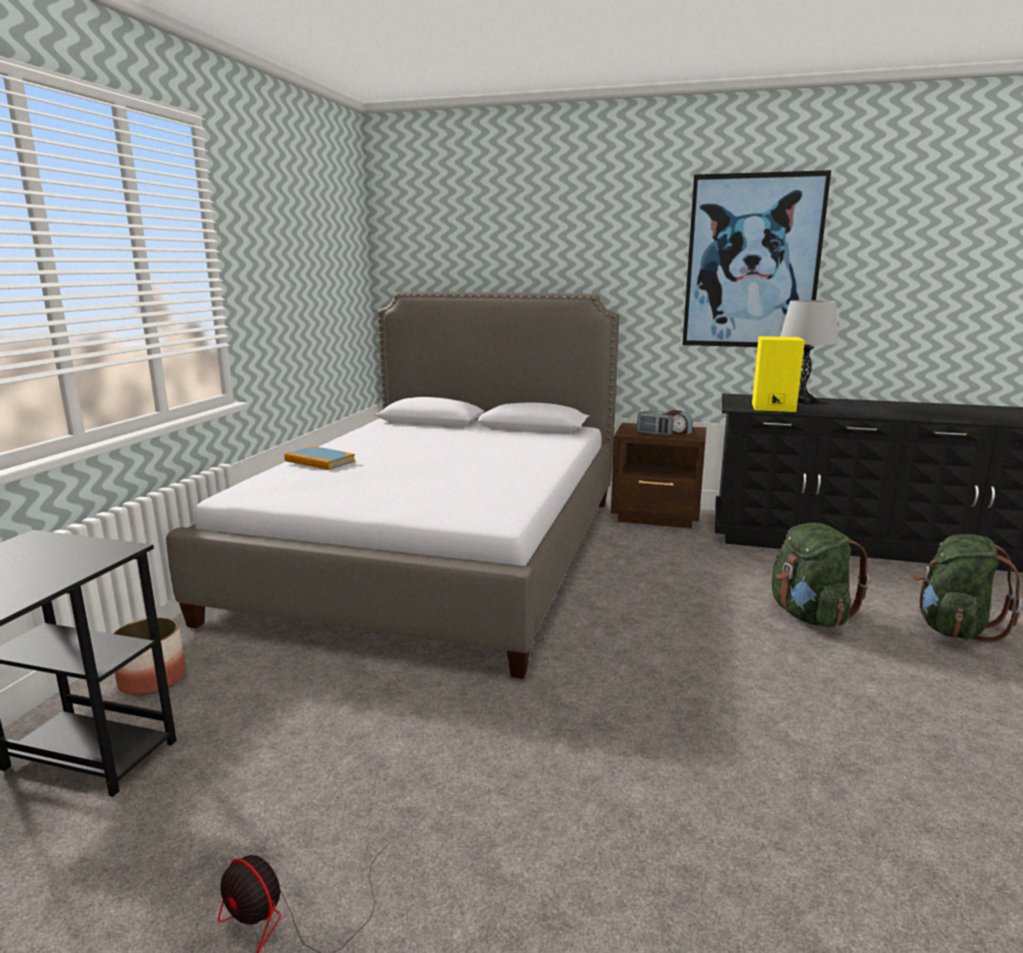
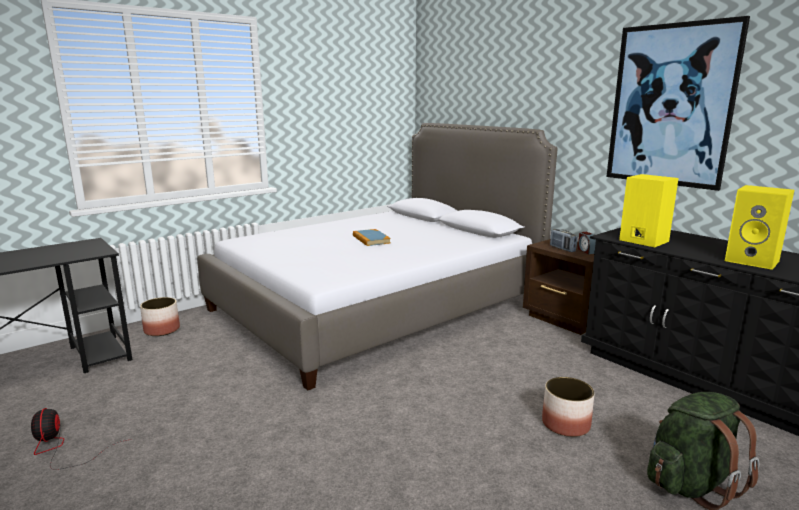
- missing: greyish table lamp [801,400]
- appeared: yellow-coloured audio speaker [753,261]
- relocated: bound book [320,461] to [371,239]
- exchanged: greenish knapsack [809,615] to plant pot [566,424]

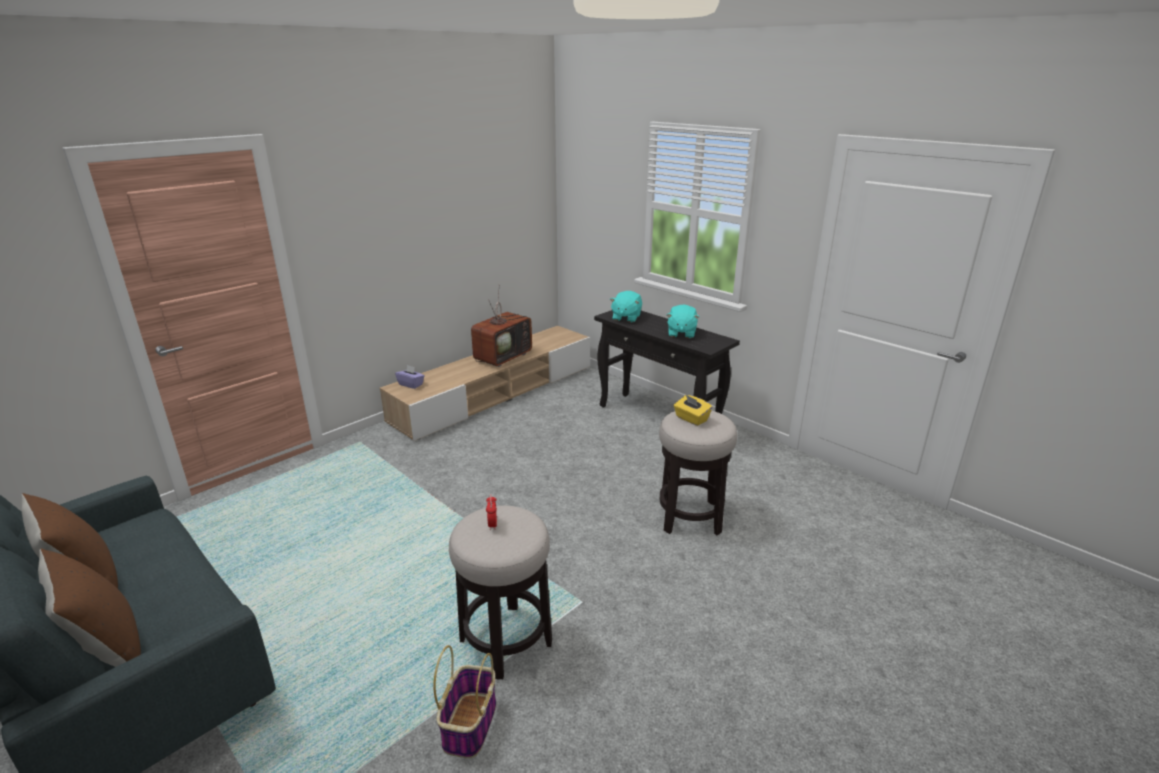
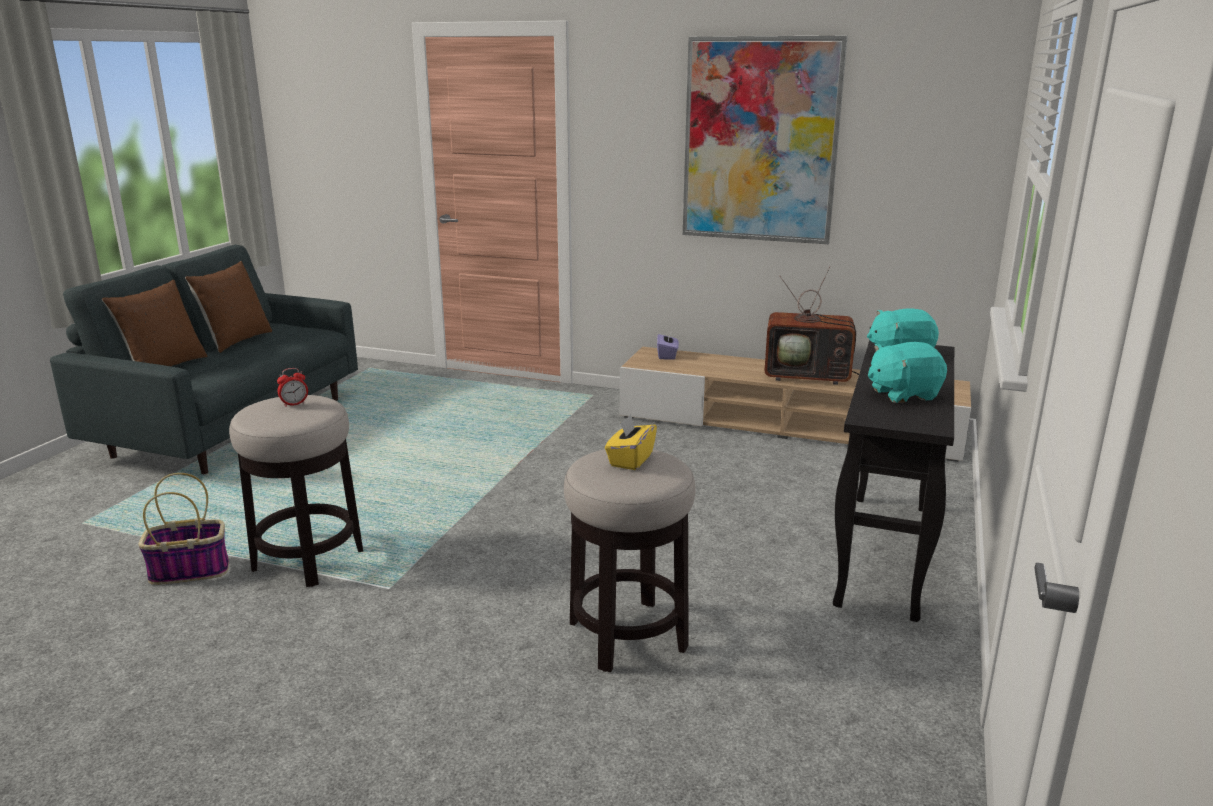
- appeared: wall picture [760,141]

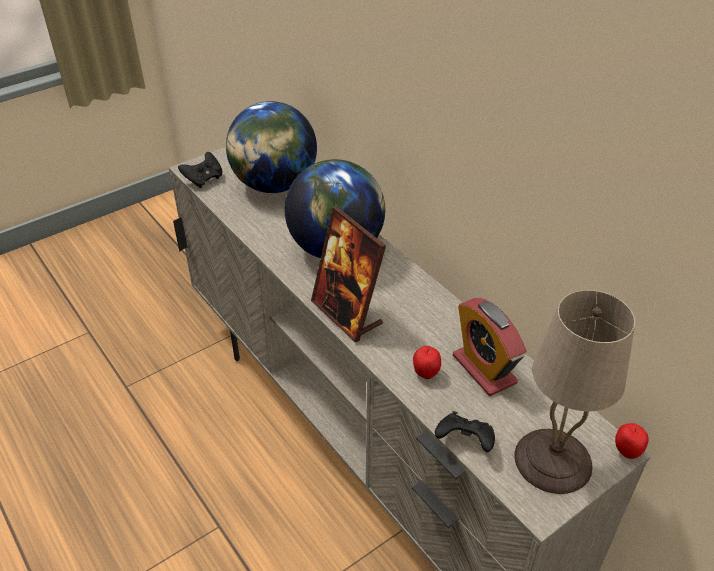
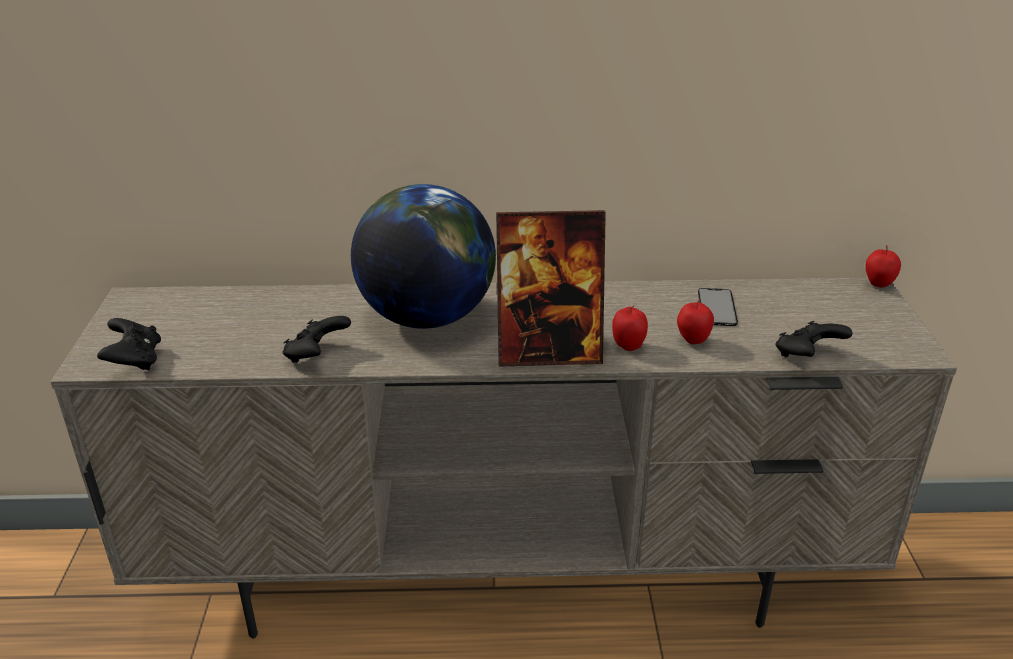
- missing: desk globe [274,185]
- missing: beige-coloured table lamp [551,461]
- appeared: black gamepad [316,355]
- appeared: apple fruit [628,346]
- exchanged: table clock [484,369] to telephone [717,307]

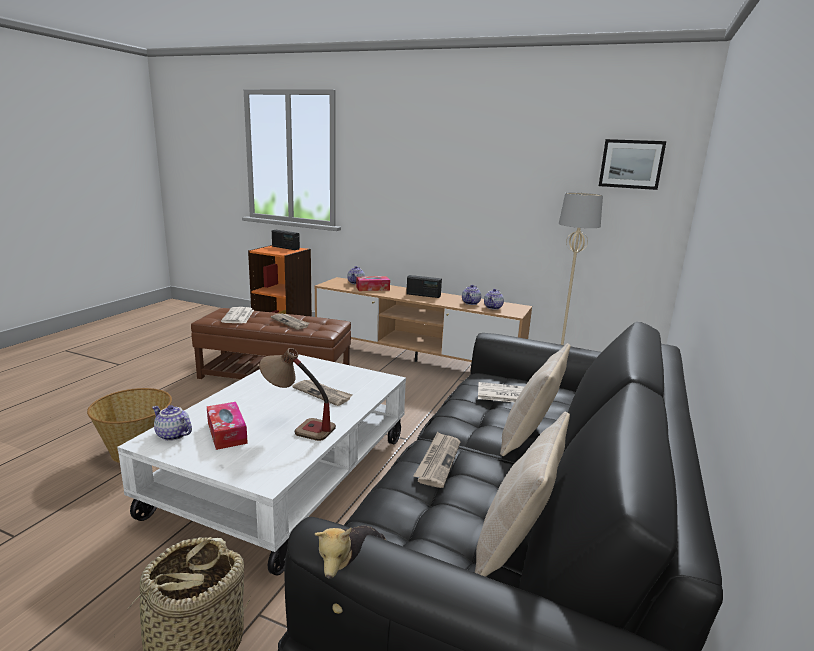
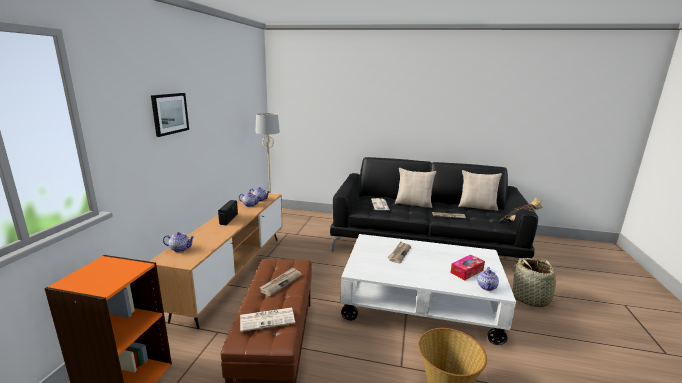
- missing: table lamp [297,427]
- missing: radio [285,248]
- missing: tissue holder [372,288]
- relocated: wall picture [631,164] to [170,113]

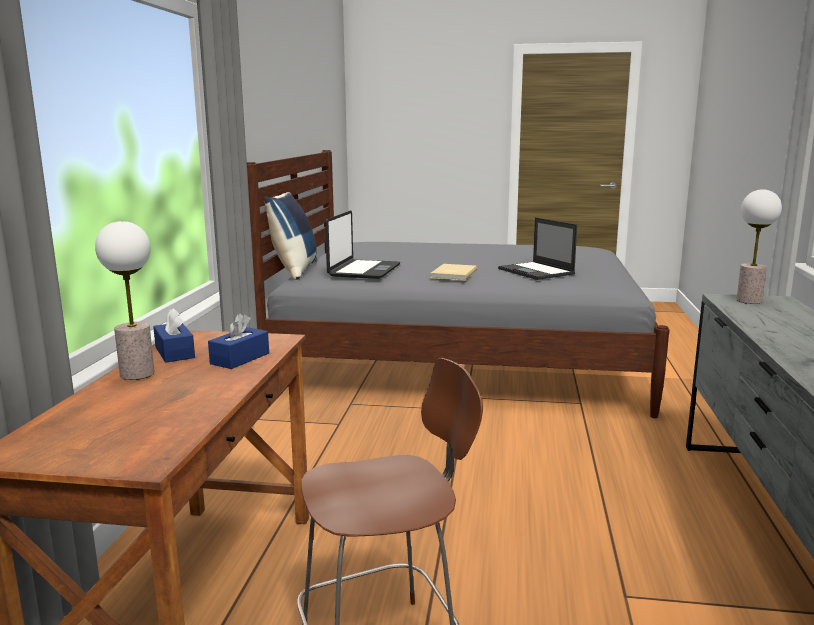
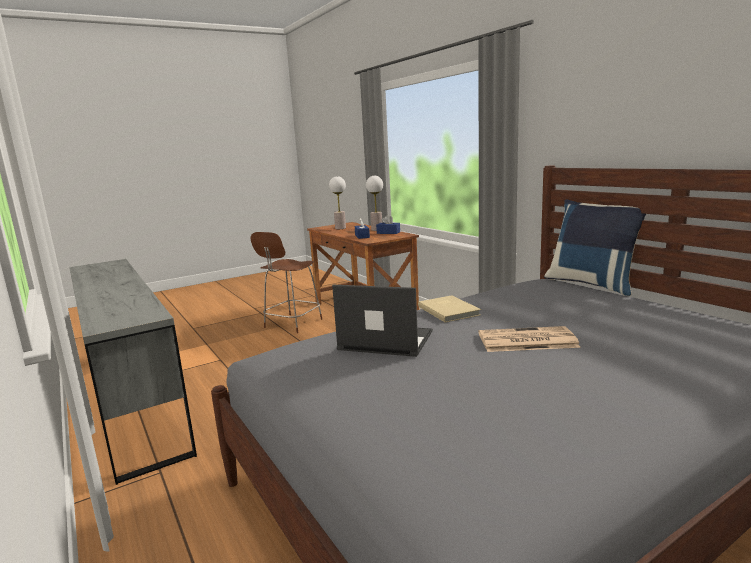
- missing: laptop [363,270]
- appeared: newspaper [525,341]
- relocated: table lamp [749,301] to [340,228]

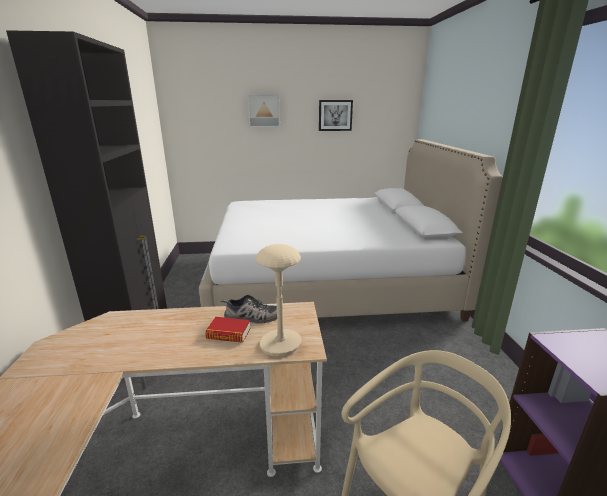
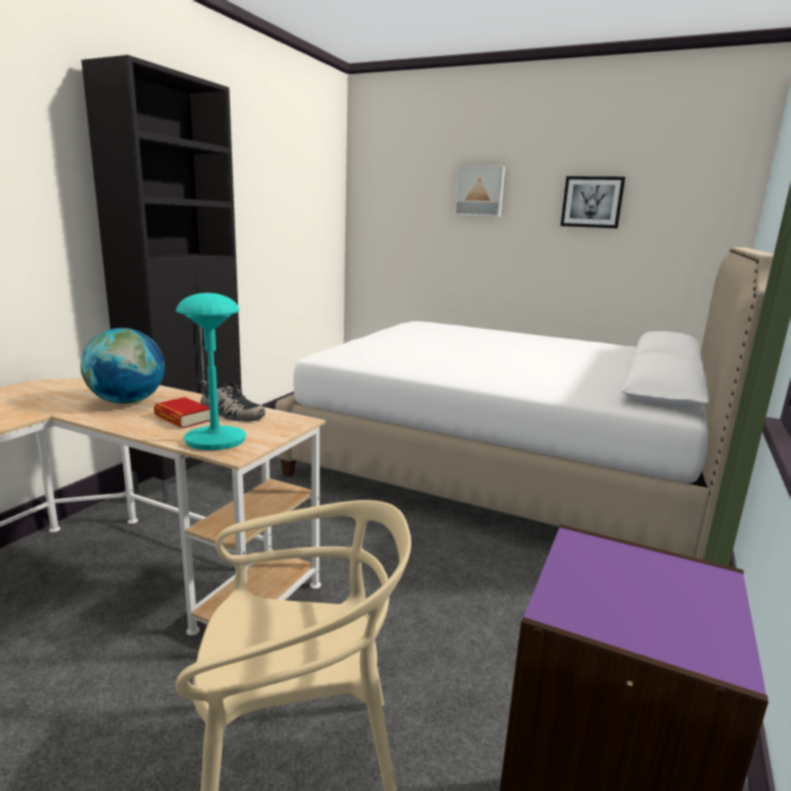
- appeared: desk globe [127,402]
- colour: beige-coloured table lamp [280,344] to turquoise table lamp [215,440]

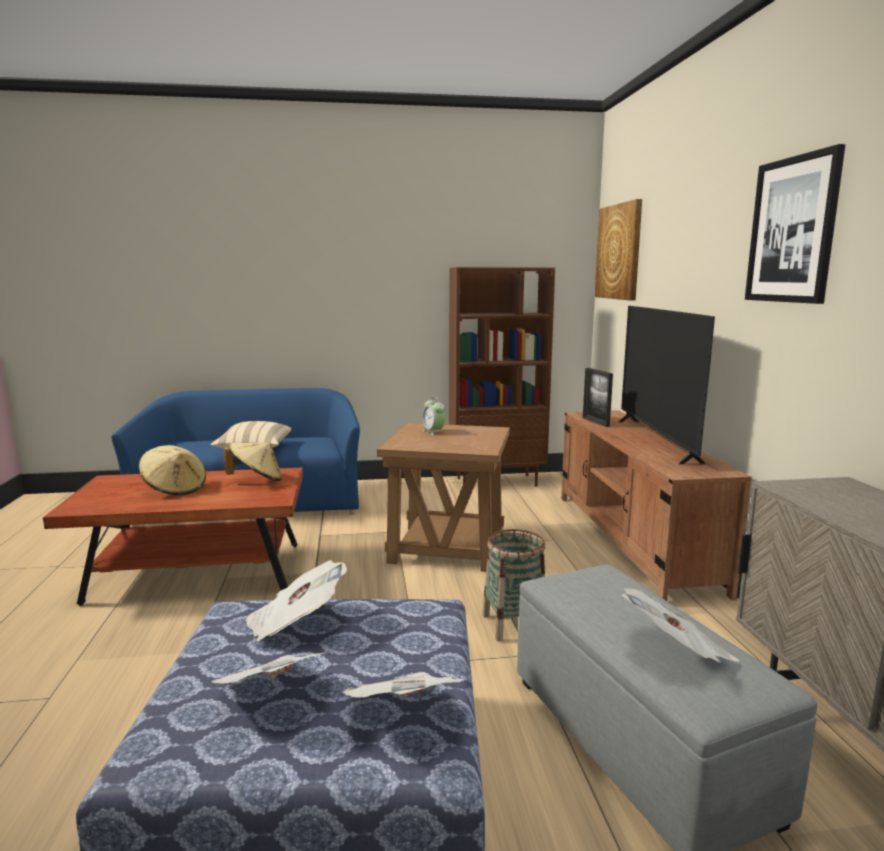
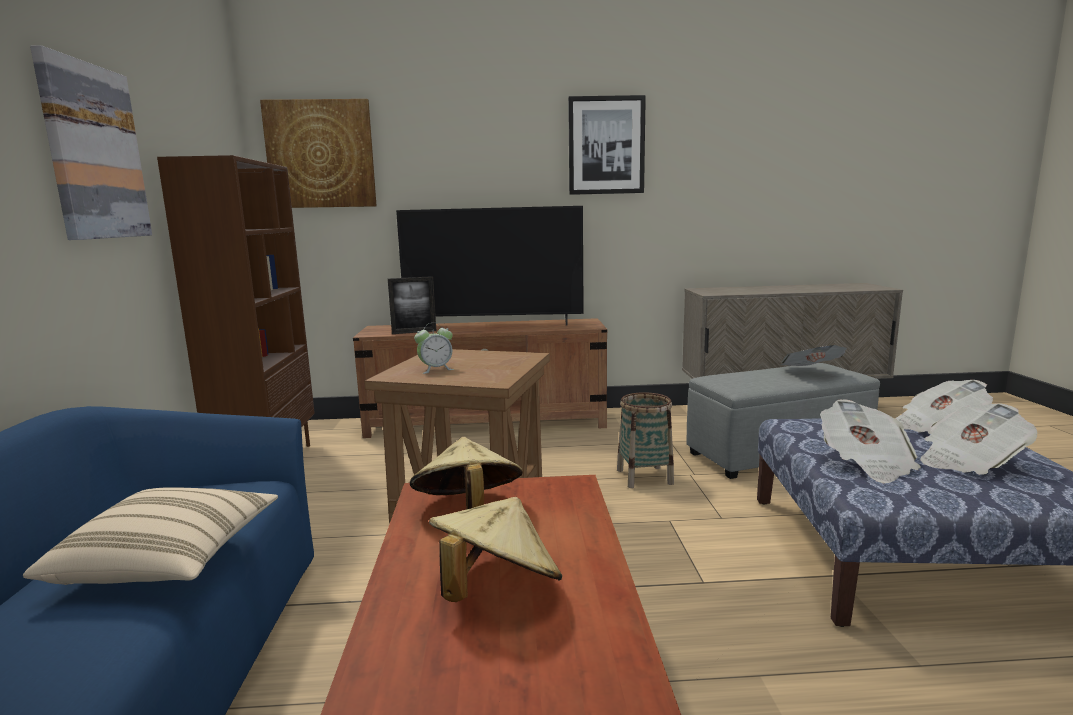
- appeared: wall picture [93,152]

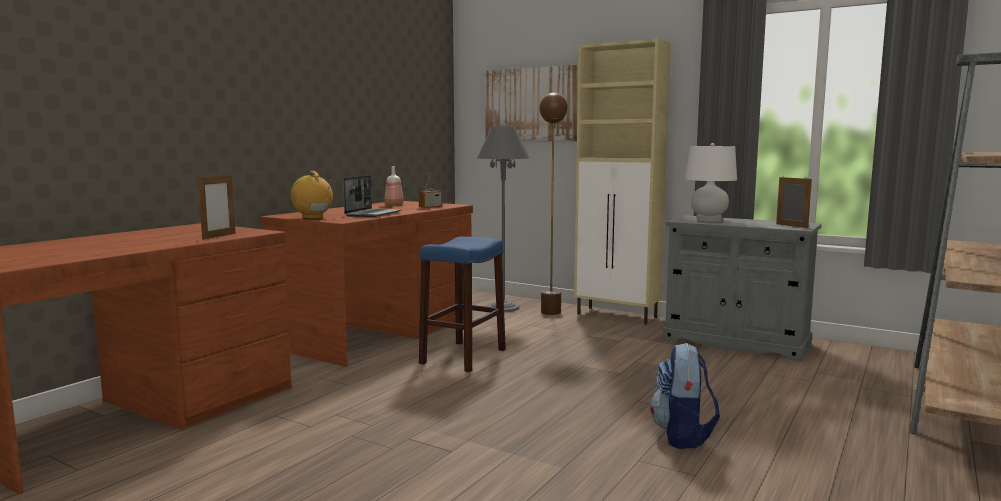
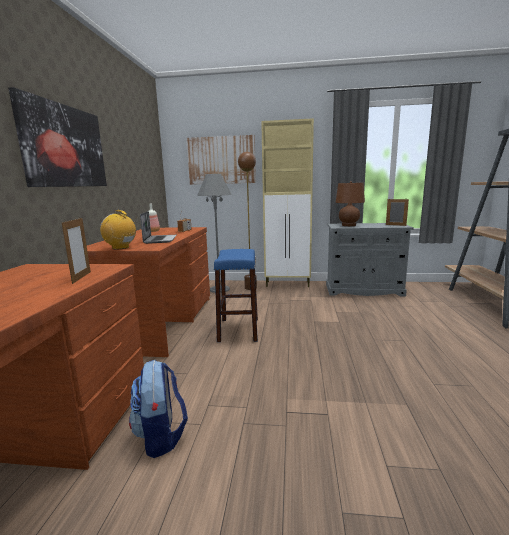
- appeared: wall picture [65,146]
- relocated: knapsack [683,436] to [161,436]
- colour: white table lamp [708,220] to brown table lamp [348,225]

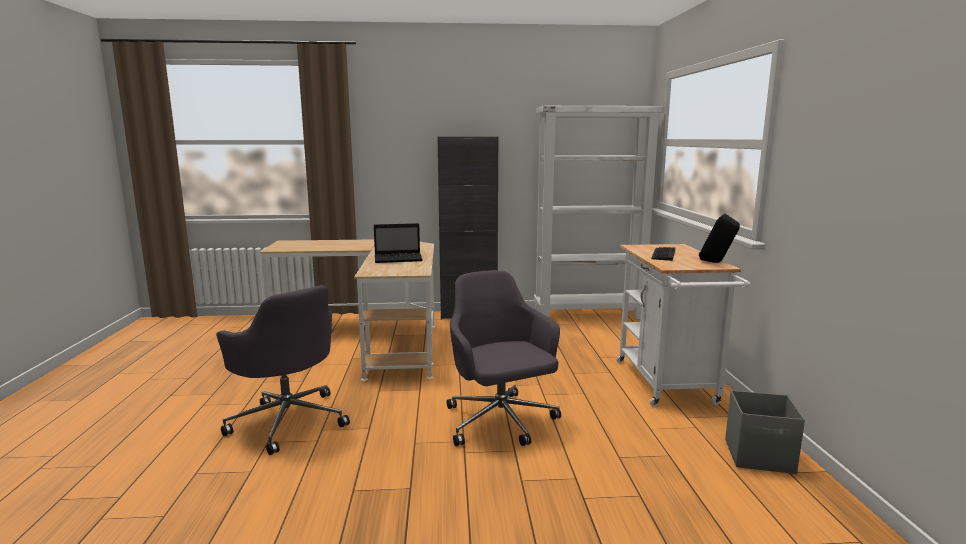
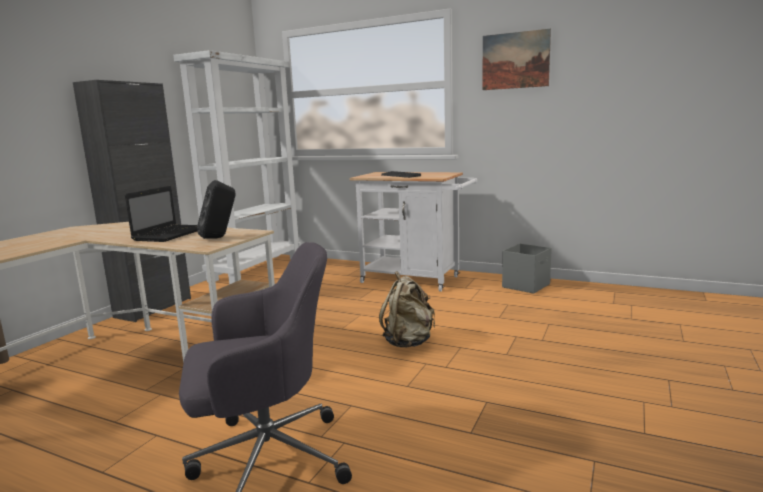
- appeared: wall picture [515,60]
- relocated: black audio speaker [716,262] to [219,237]
- exchanged: greyish computer chair [500,422] to beige-coloured knapsack [408,342]

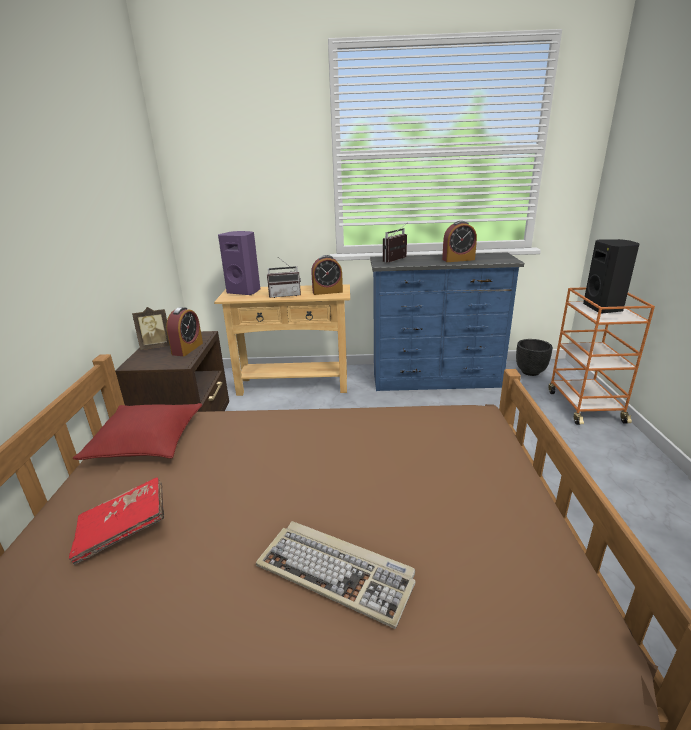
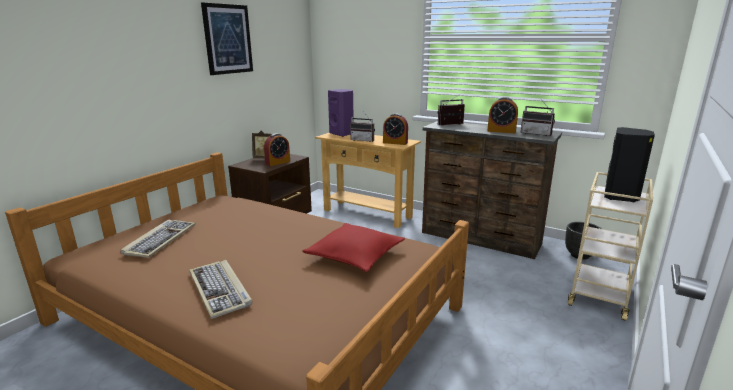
- appeared: wall picture [227,39]
- appeared: radio [537,134]
- relocated: reddish pillow [146,441] to [355,255]
- exchanged: reddish bound book [124,530] to computer keyboard [160,240]
- colour: bluish chest of drawers [436,381] to brown chest of drawers [480,239]
- colour: orange trolley [584,406] to beige-coloured trolley [598,295]

